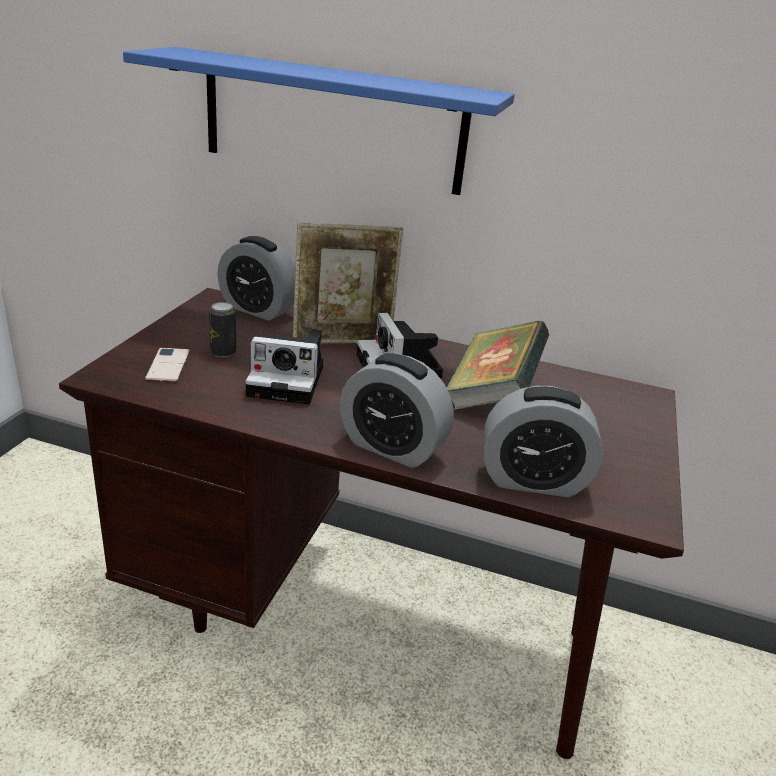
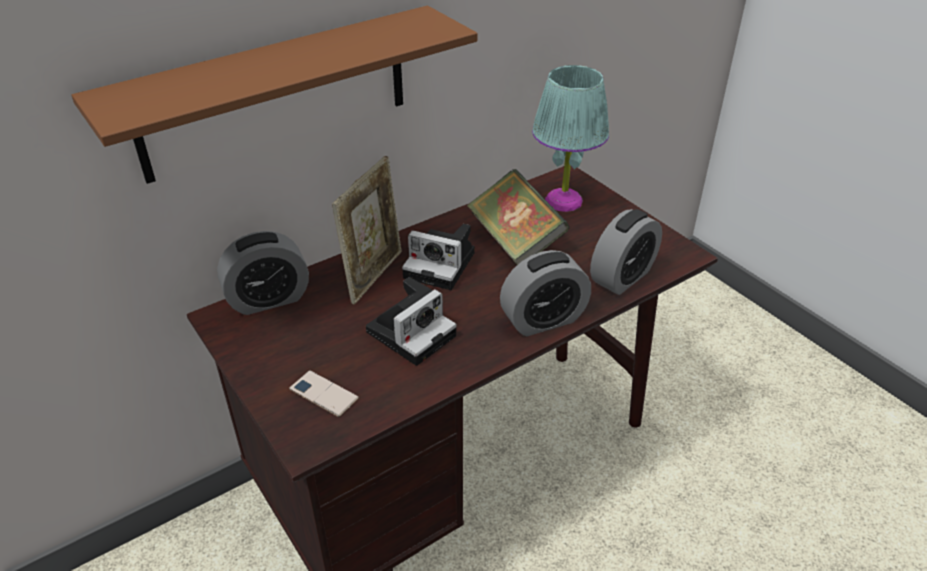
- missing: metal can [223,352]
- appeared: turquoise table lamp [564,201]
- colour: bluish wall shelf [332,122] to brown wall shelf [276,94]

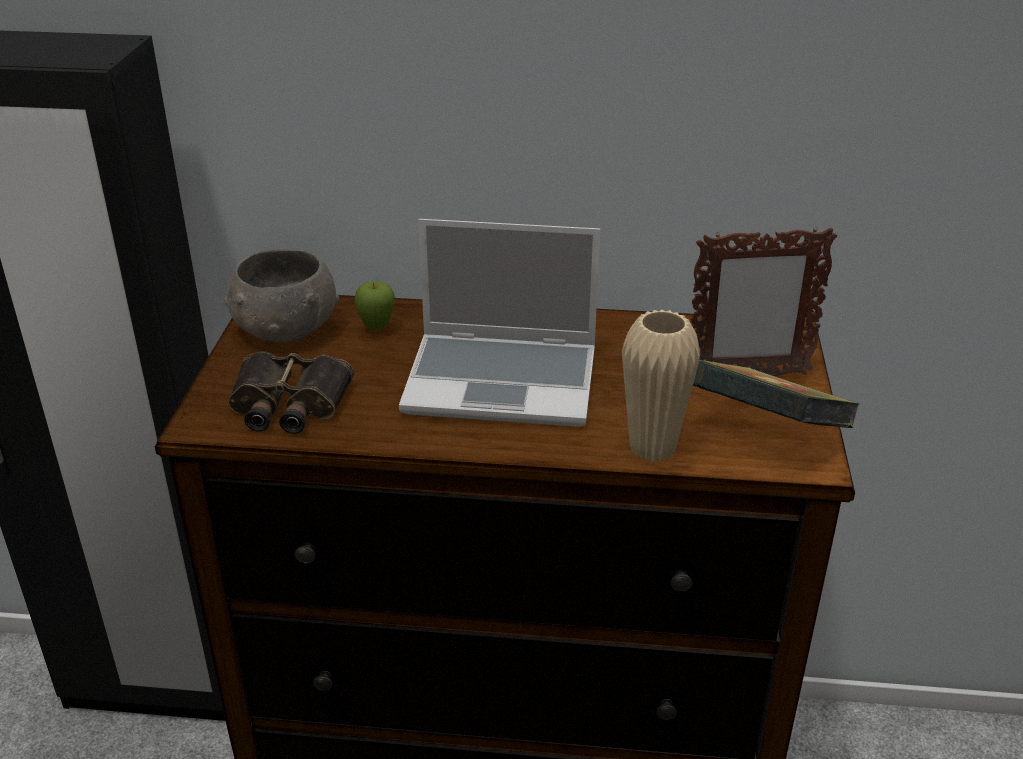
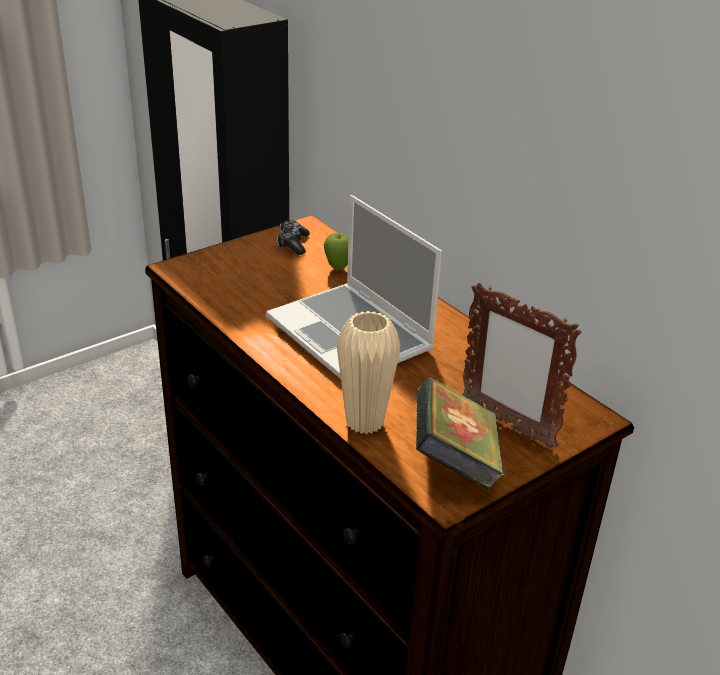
- missing: binoculars [288,404]
- exchanged: greyish deep dish [284,329] to gamepad [292,244]

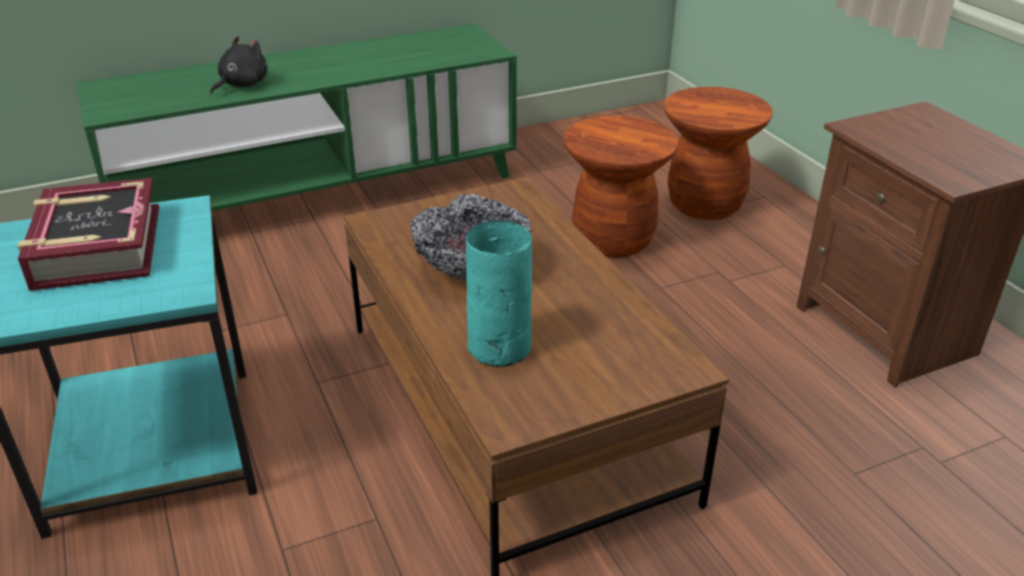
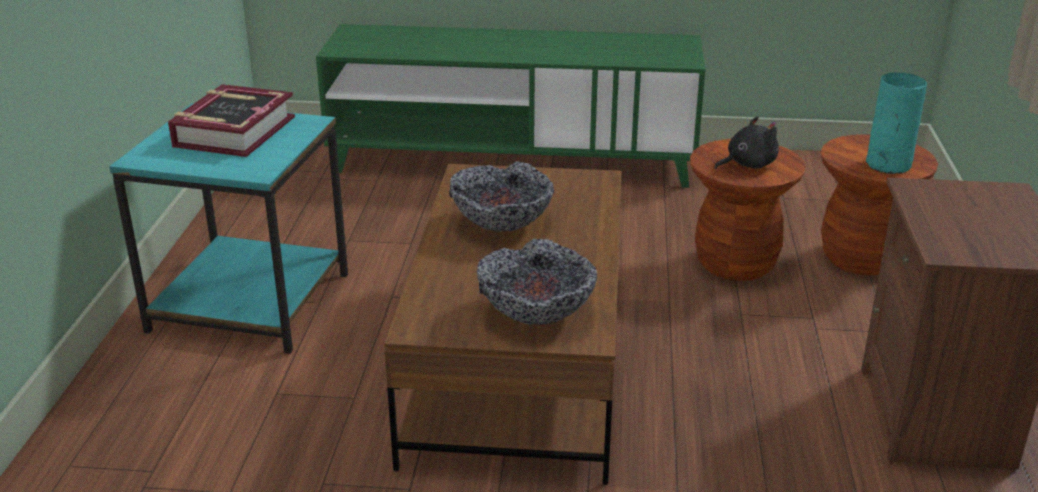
- appeared: deep dish [537,313]
- relocated: black cuddly toy [242,85] to [747,164]
- relocated: turquoise flower vase [498,348] to [887,165]

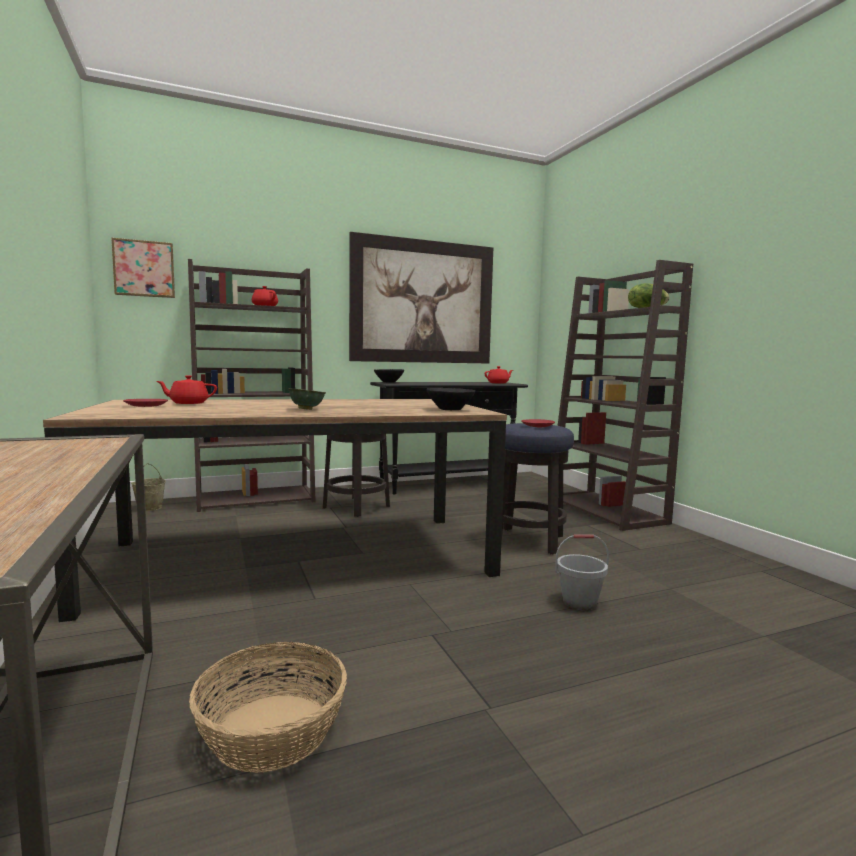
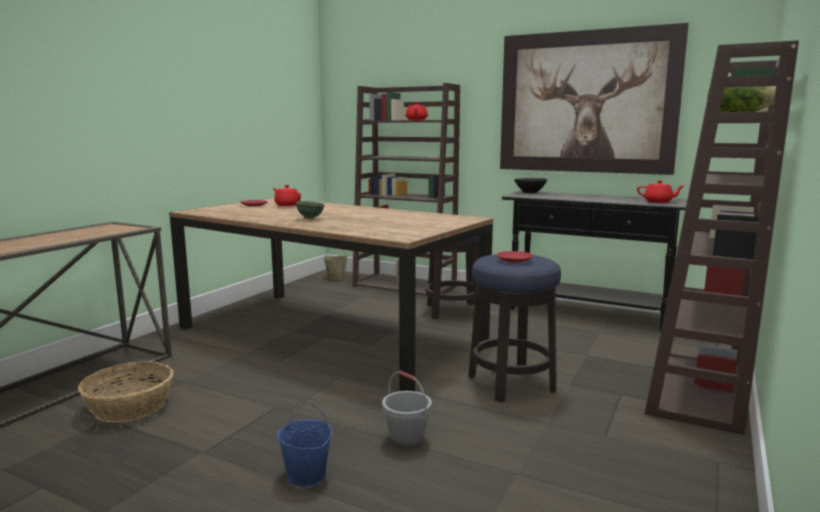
- missing: wall picture [144,269]
- missing: black deep dish [450,409]
- appeared: bluish pail [307,476]

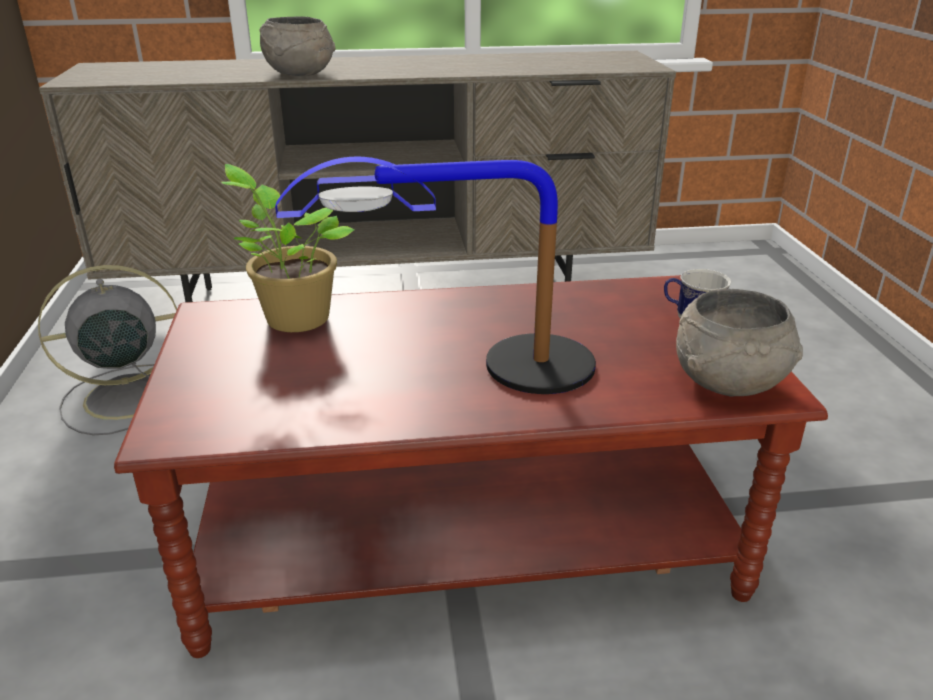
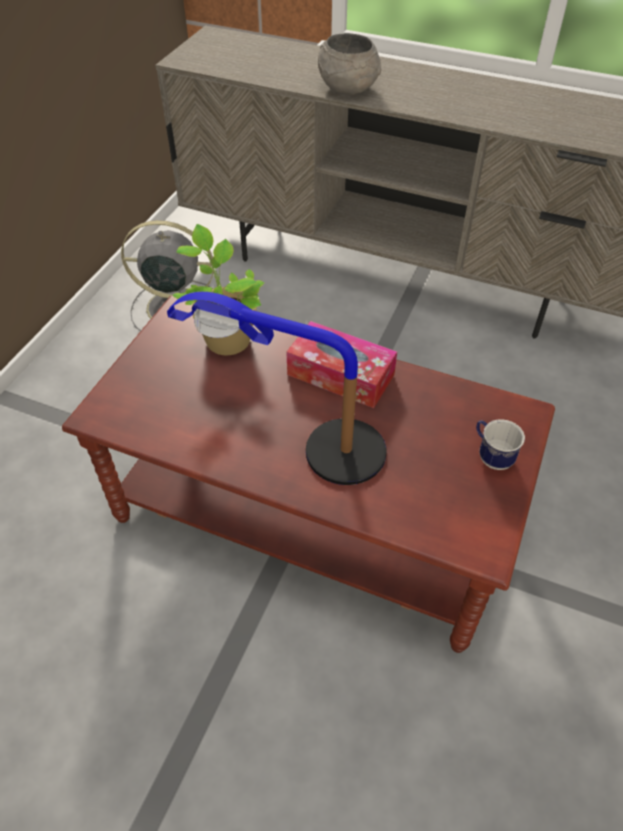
- missing: greyish deep dish [730,382]
- appeared: tissue holder [340,375]

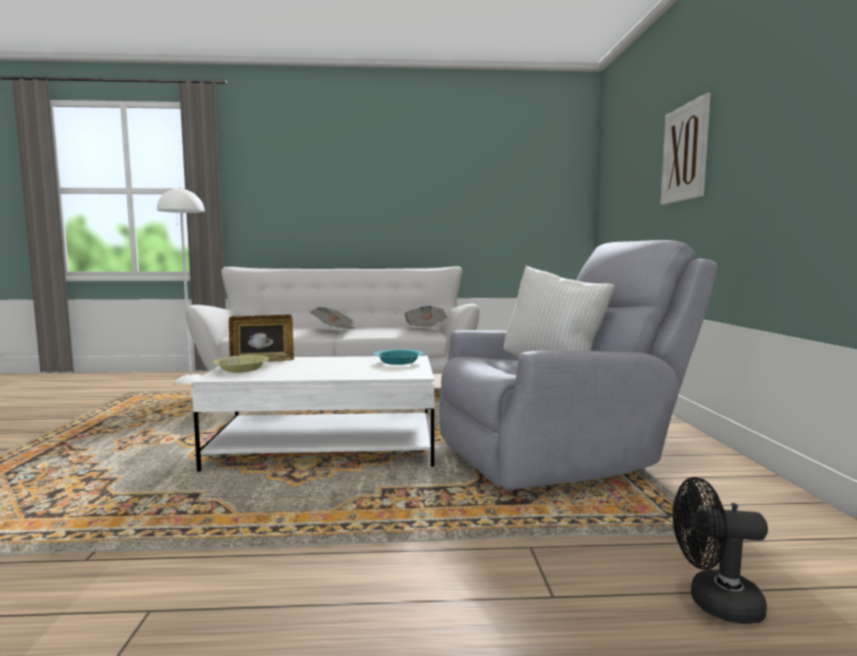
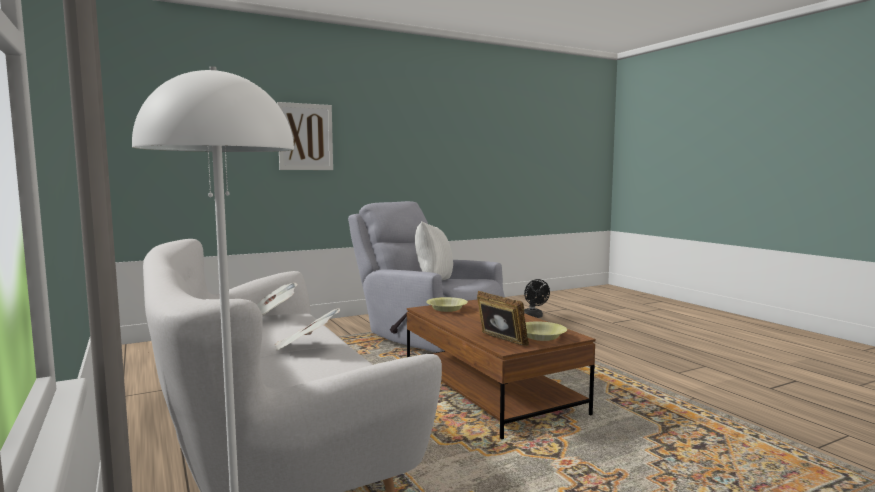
- colour: white lounge table [326,447] to brown lounge table [489,391]
- colour: turquoise deep dish [398,362] to yellow-coloured deep dish [447,309]

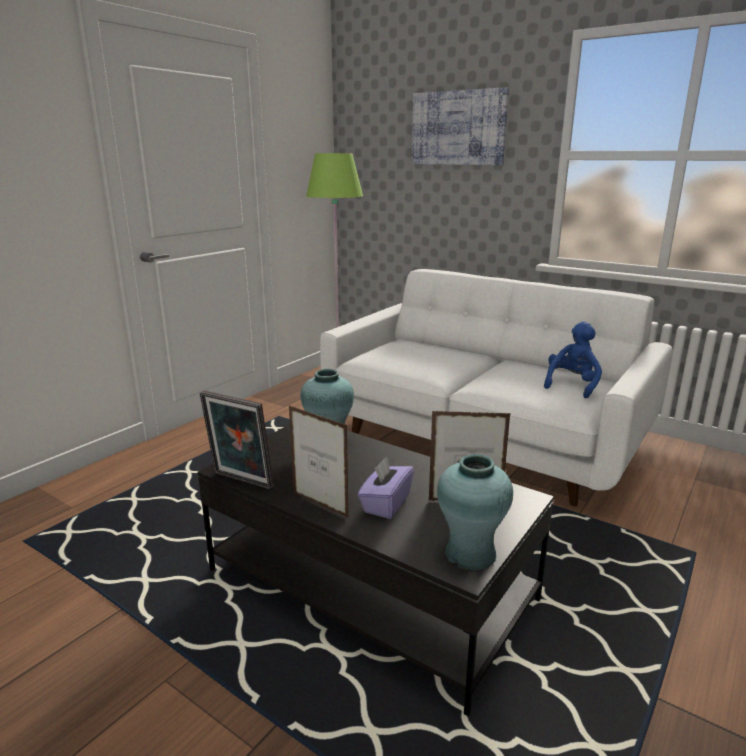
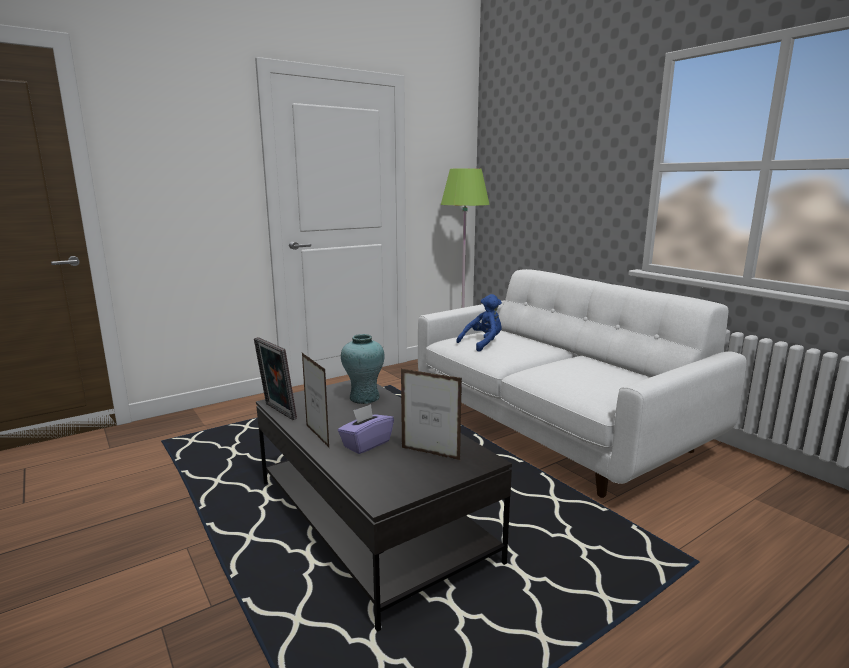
- missing: wall picture [458,128]
- missing: turquoise flower vase [470,555]
- relocated: bluish cuddly toy [572,385] to [483,343]

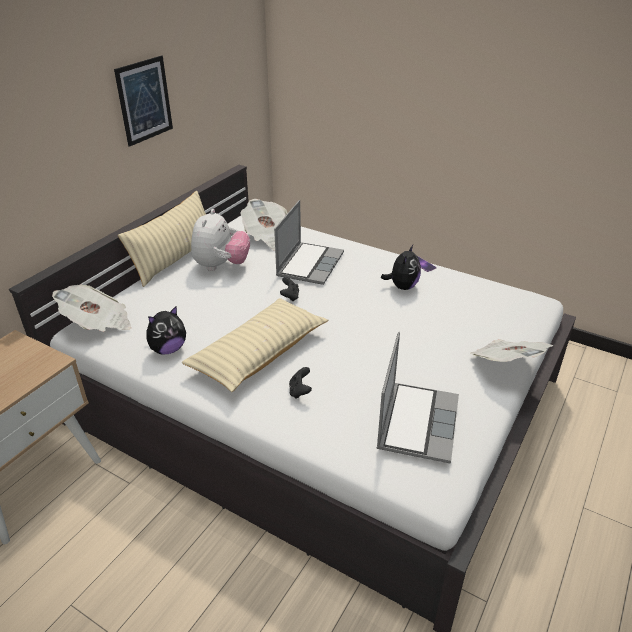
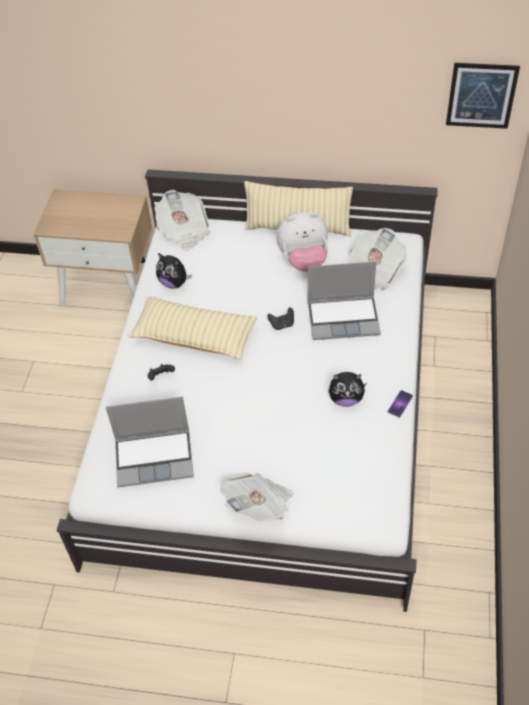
- relocated: wall picture [144,100] to [481,95]

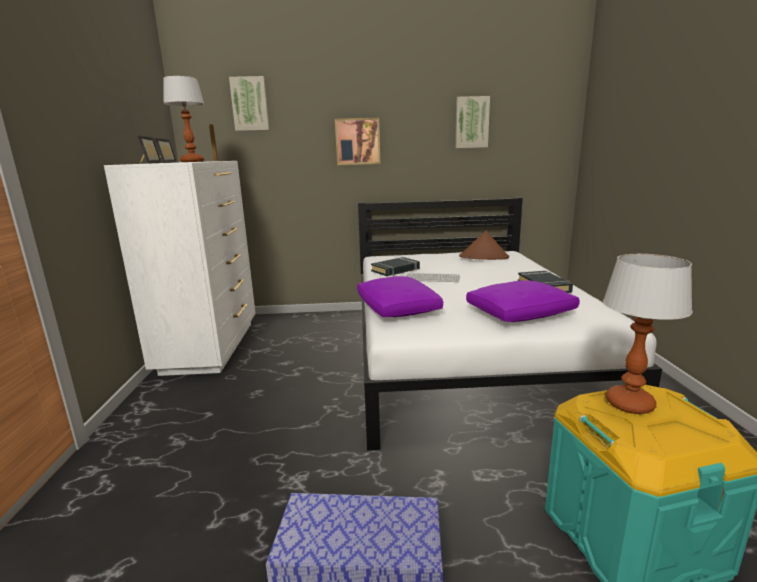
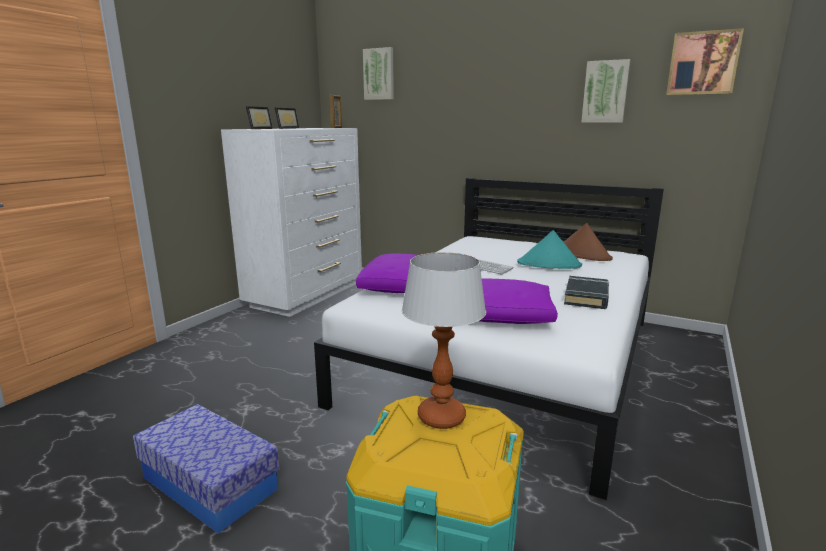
- missing: table lamp [192,161]
- missing: black bound book [395,270]
- appeared: turquoise hat [549,264]
- relocated: wall picture [357,141] to [703,63]

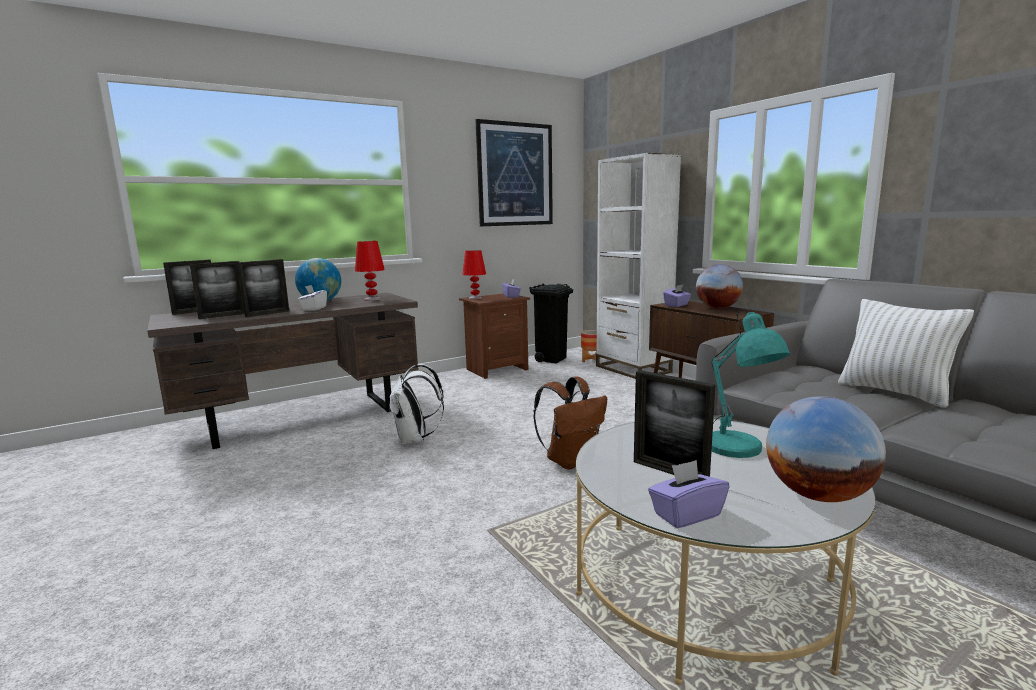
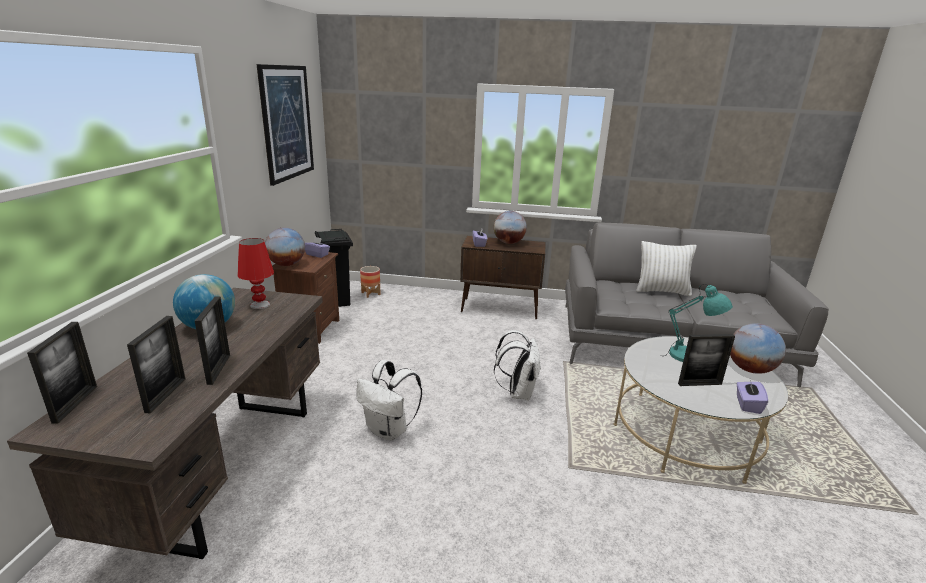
- missing: white tissue holder [313,308]
- missing: white bookcase [632,369]
- exchanged: reddish table lamp [475,298] to desk globe [286,264]
- colour: brown knapsack [571,461] to white knapsack [518,392]

